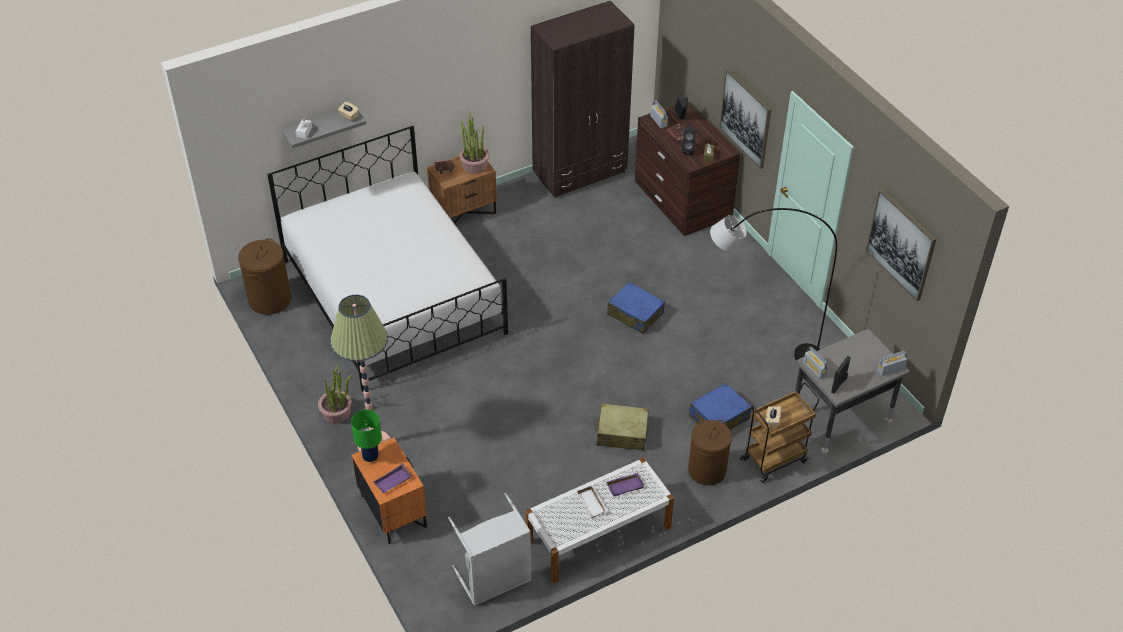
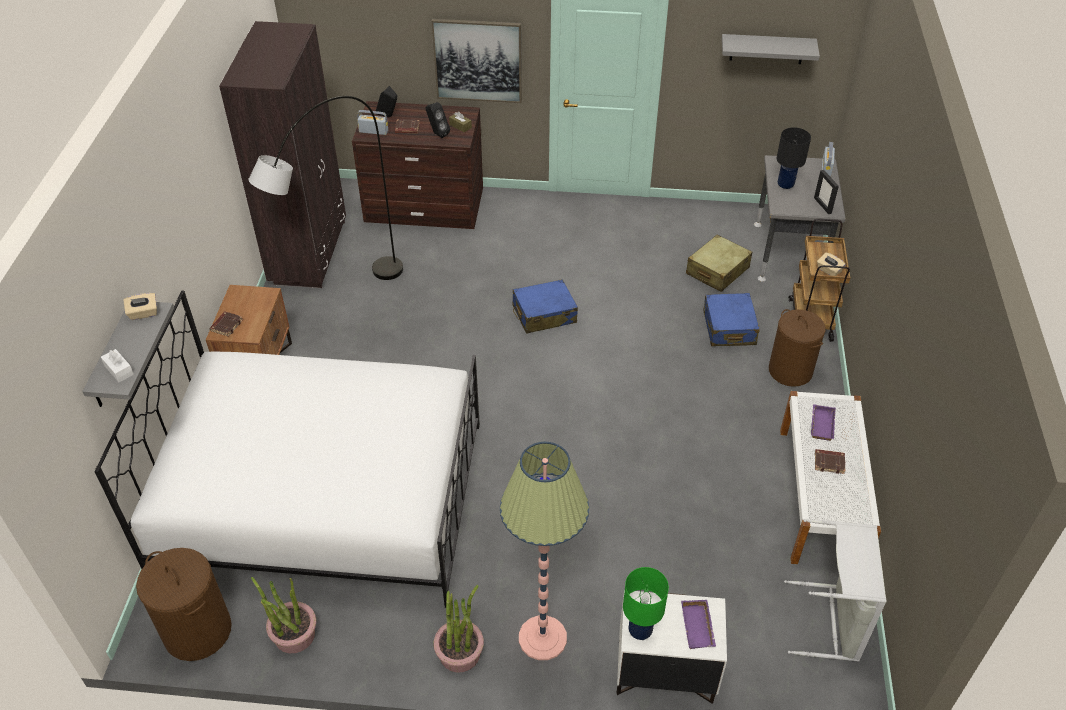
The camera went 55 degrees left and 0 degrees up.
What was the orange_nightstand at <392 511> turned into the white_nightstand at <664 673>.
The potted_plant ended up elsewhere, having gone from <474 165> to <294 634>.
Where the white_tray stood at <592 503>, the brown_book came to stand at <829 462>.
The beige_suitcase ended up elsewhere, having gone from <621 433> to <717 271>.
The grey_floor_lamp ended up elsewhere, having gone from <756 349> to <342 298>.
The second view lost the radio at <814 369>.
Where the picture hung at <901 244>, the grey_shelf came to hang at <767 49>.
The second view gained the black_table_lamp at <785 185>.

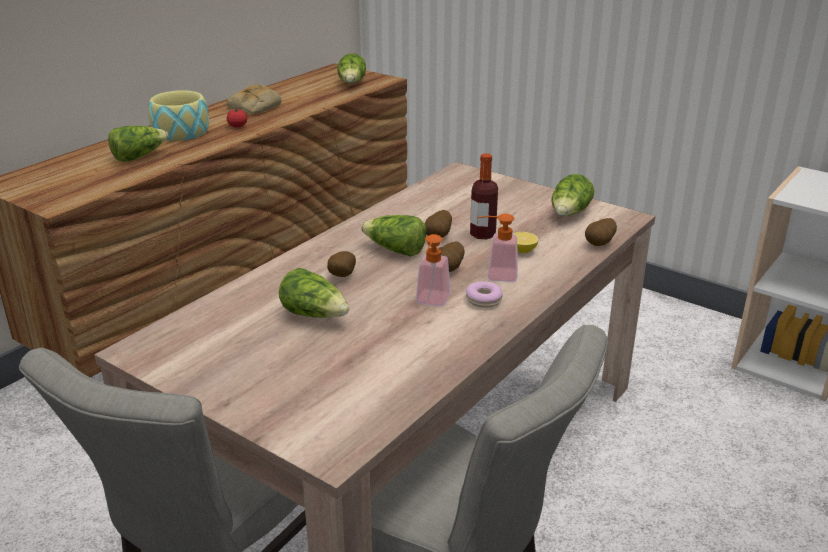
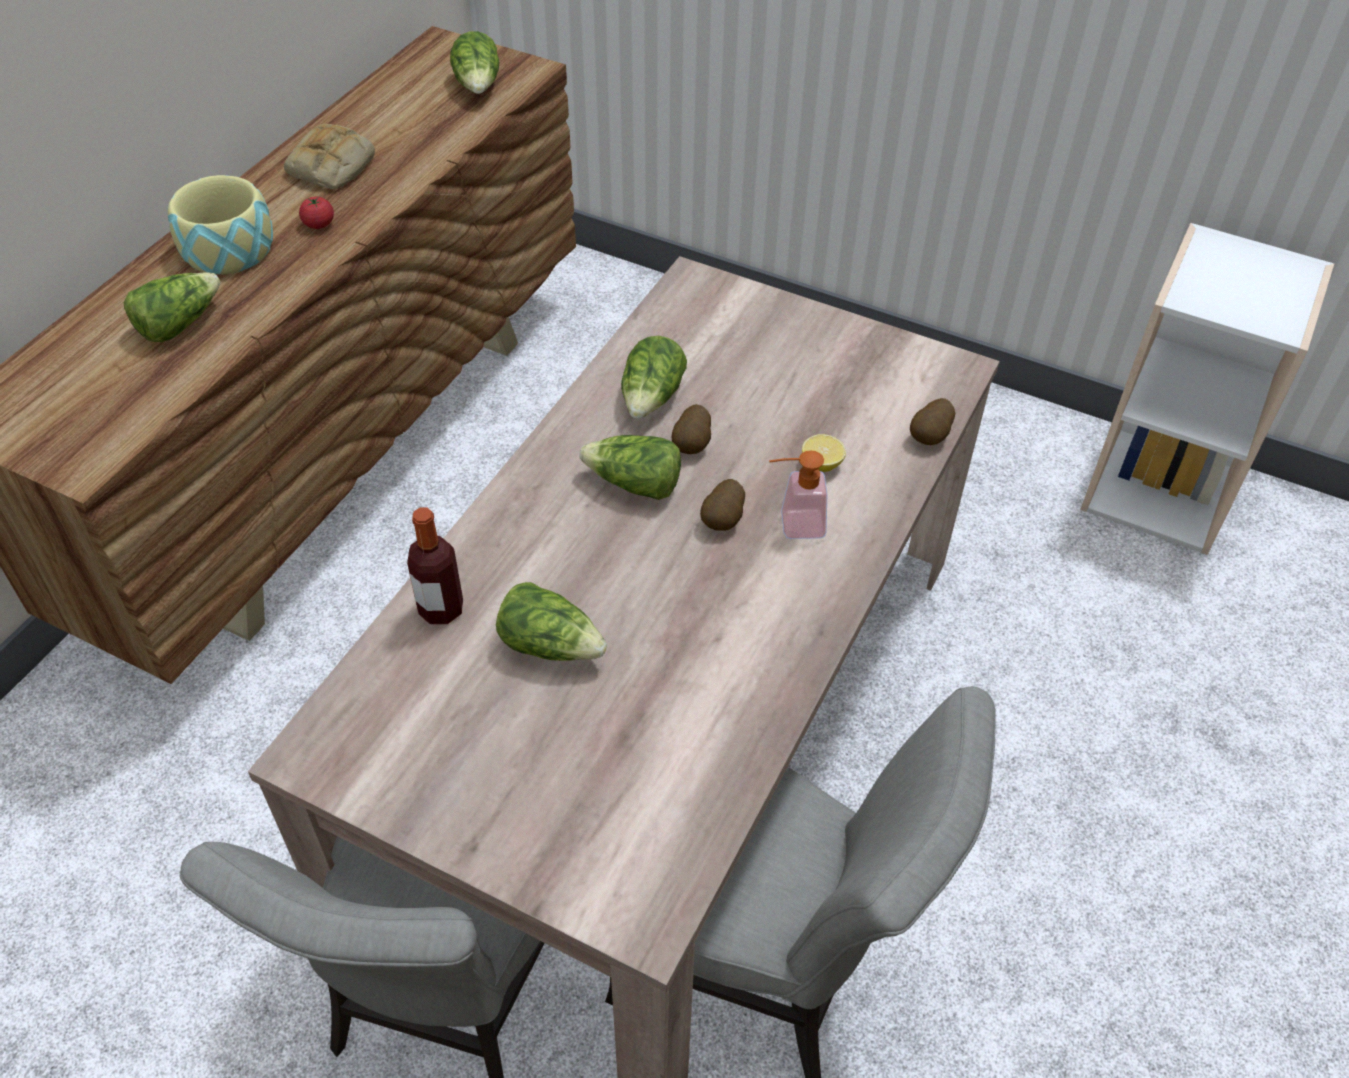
The camera went 10 degrees left and 20 degrees up.
The second view lost the potato at <340 276>.
The second view lost the soap_dispenser at <431 302>.
The second view lost the donut at <483 299>.
The bottle ended up elsewhere, having gone from <482 234> to <441 609>.
The lettuce ended up elsewhere, having gone from <570 214> to <652 398>.

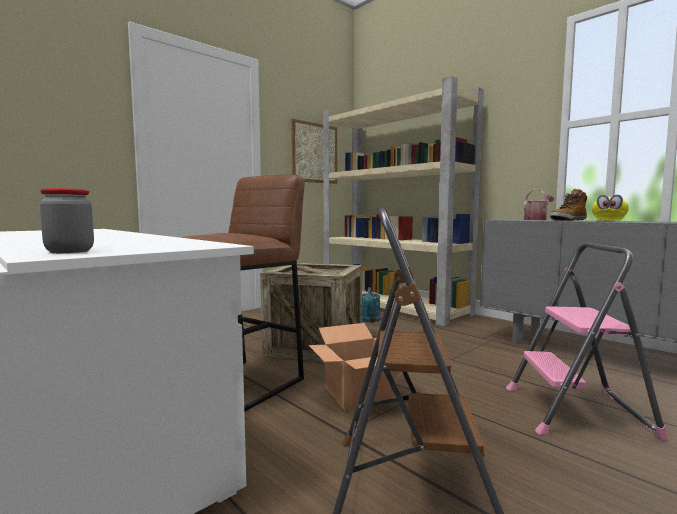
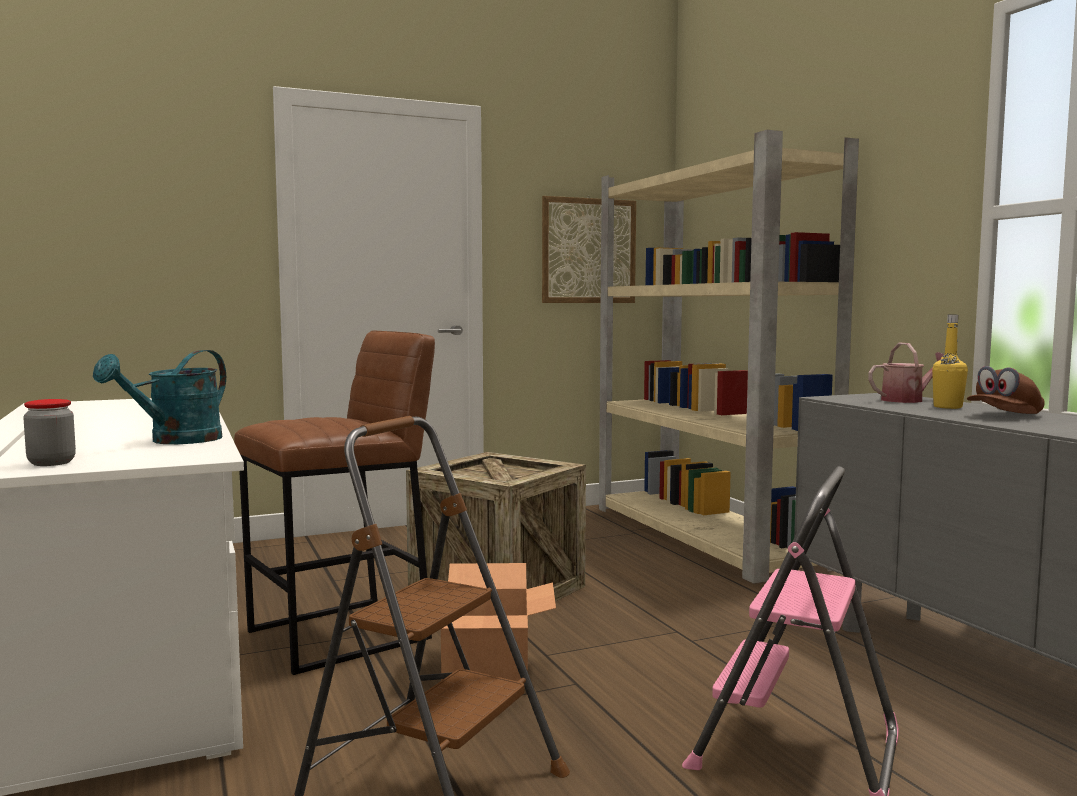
The camera went 20 degrees right and 0 degrees up.
The turquoise_watering_can ended up elsewhere, having gone from <369 320> to <176 441>.
Where the boot stood at <568 220>, the yellow_bottle came to stand at <947 407>.
What was the yellow_cap at <608 221> turned into the brown_cap at <1004 415>.

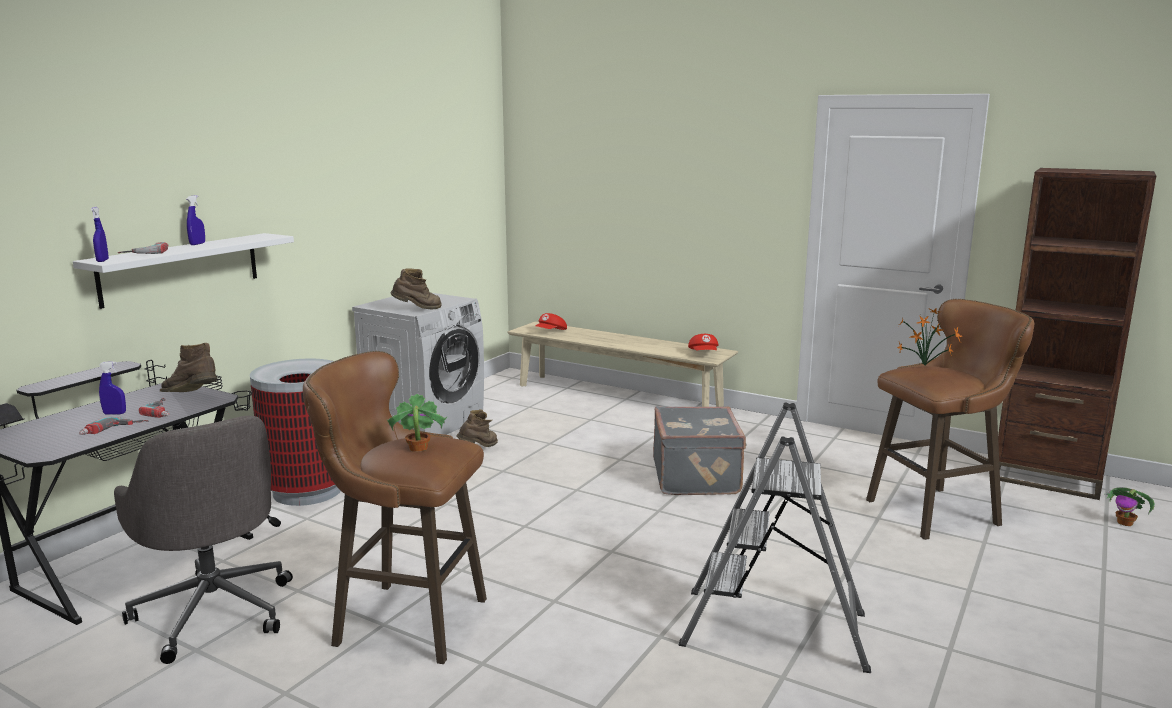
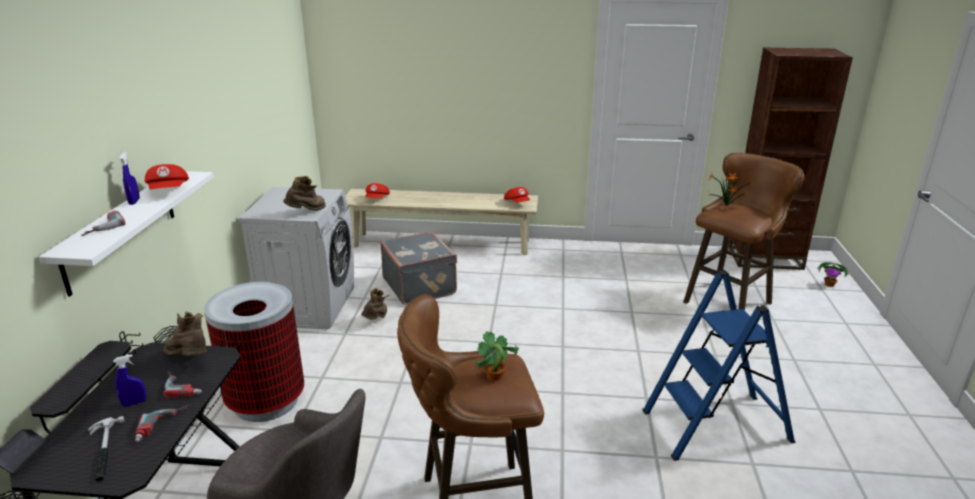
The camera went 25 degrees left and 10 degrees up.
The second view lost the blue_spray_bottle at <102 261>.
The brown_boot at <192 396> ended up facing another way, 45 degrees clockwise from before.
The grey_suitcase ended up elsewhere, having gone from <697 477> to <420 286>.
What was the grey_step_ladder at <777 628> turned into the blue_step_ladder at <718 425>.
The second view gained the hammer at <104 451>.
The second view gained the red_cap at <169 191>.

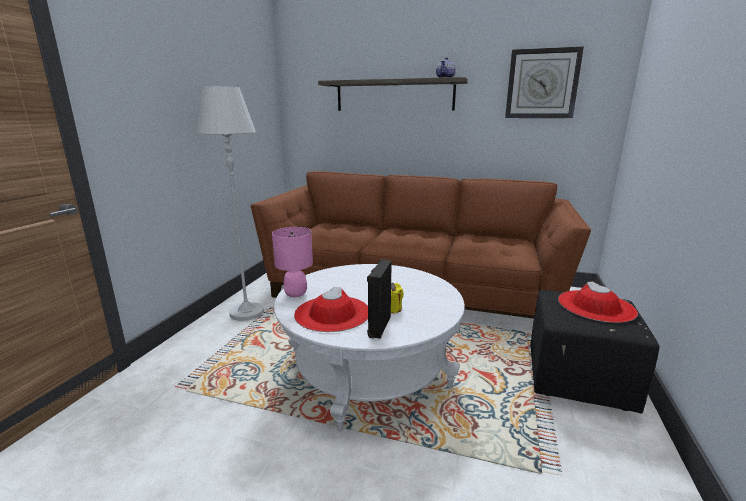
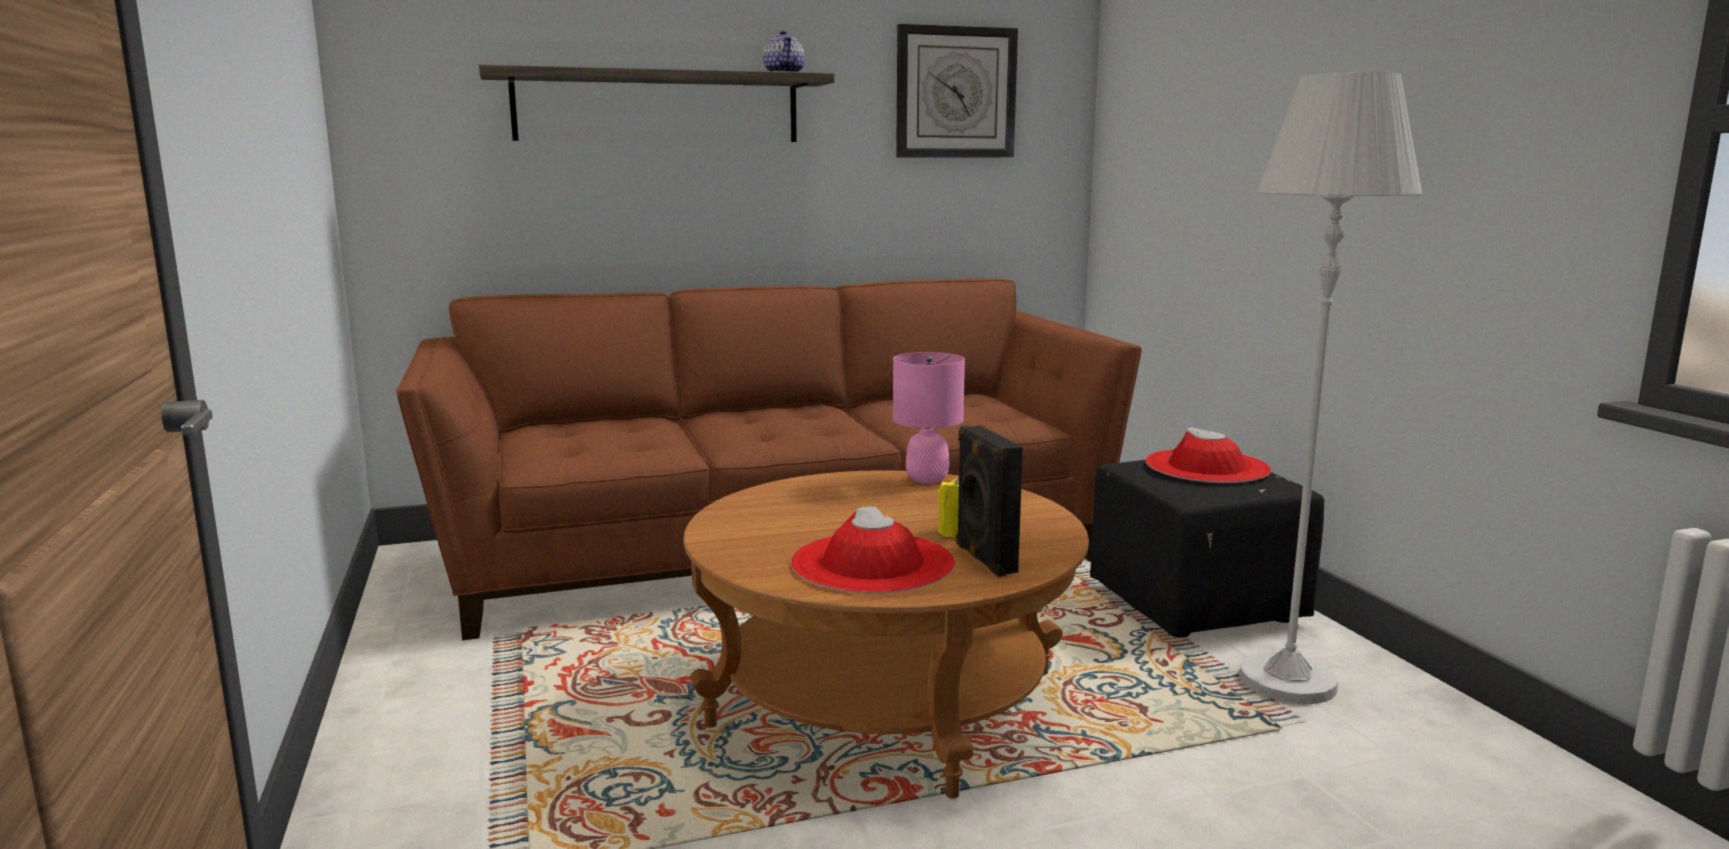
The camera went 35 degrees left and 5 degrees down.
The white_floor_lamp ended up elsewhere, having gone from <247 312> to <1287 681>.
The pink_table_lamp ended up elsewhere, having gone from <295 294> to <926 481>.
What was the white_coffee_table at <369 372> turned into the brown_coffee_table at <884 699>.

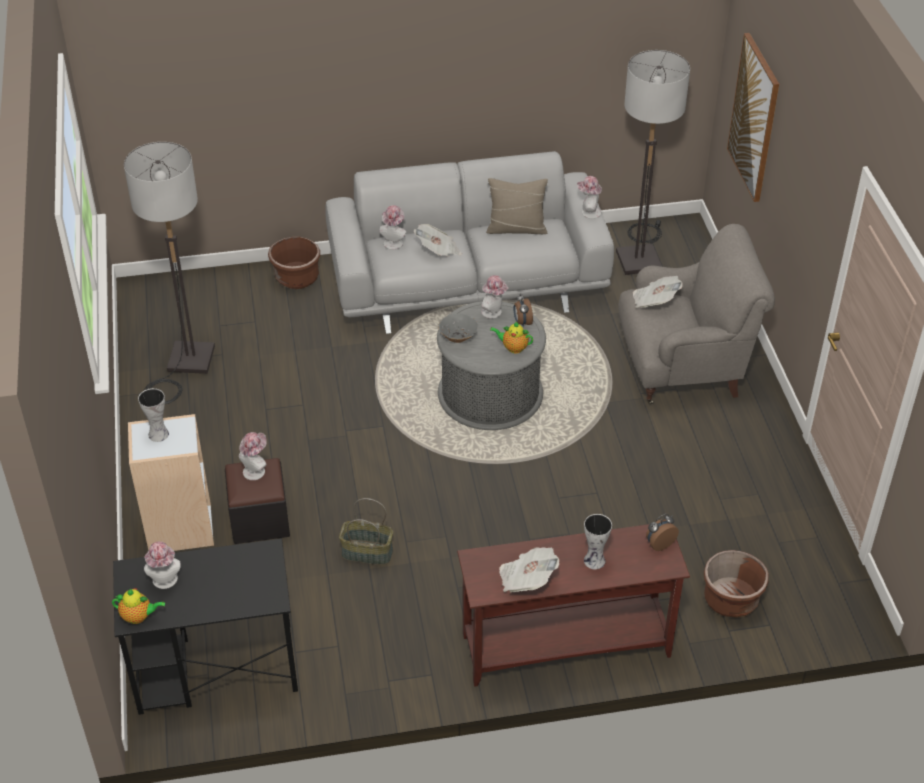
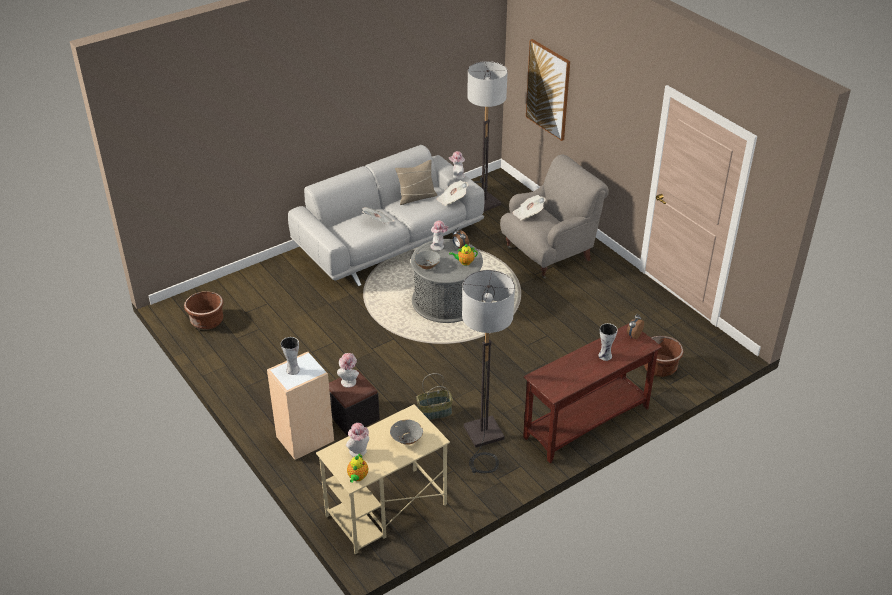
The camera went 25 degrees left and 5 degrees down.
The teapot at <139 617> ended up facing another way, 120 degrees clockwise from before.
What was the black_desk at <214 669> turned into the beige_desk at <385 510>.
The floor_lamp ended up elsewhere, having gone from <182 369> to <483 442>.
The brown_planter ended up elsewhere, having gone from <296 278> to <207 321>.
The second view lost the hat at <394 241>.
The newspaper ended up elsewhere, having gone from <526 579> to <452 200>.
The second view gained the grey_bowl at <407 439>.

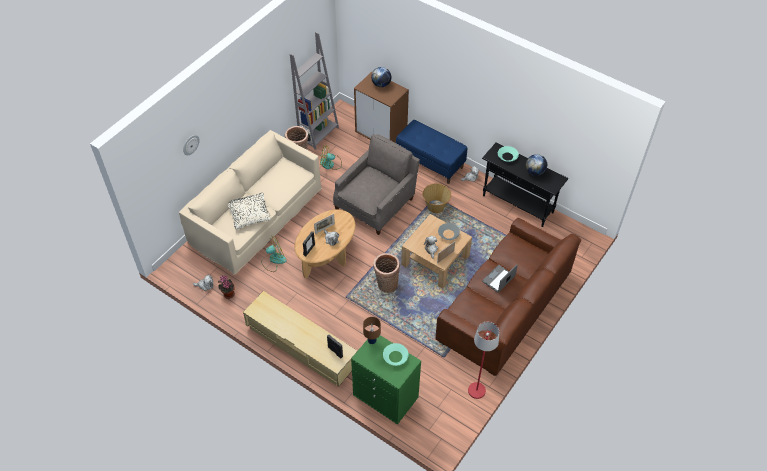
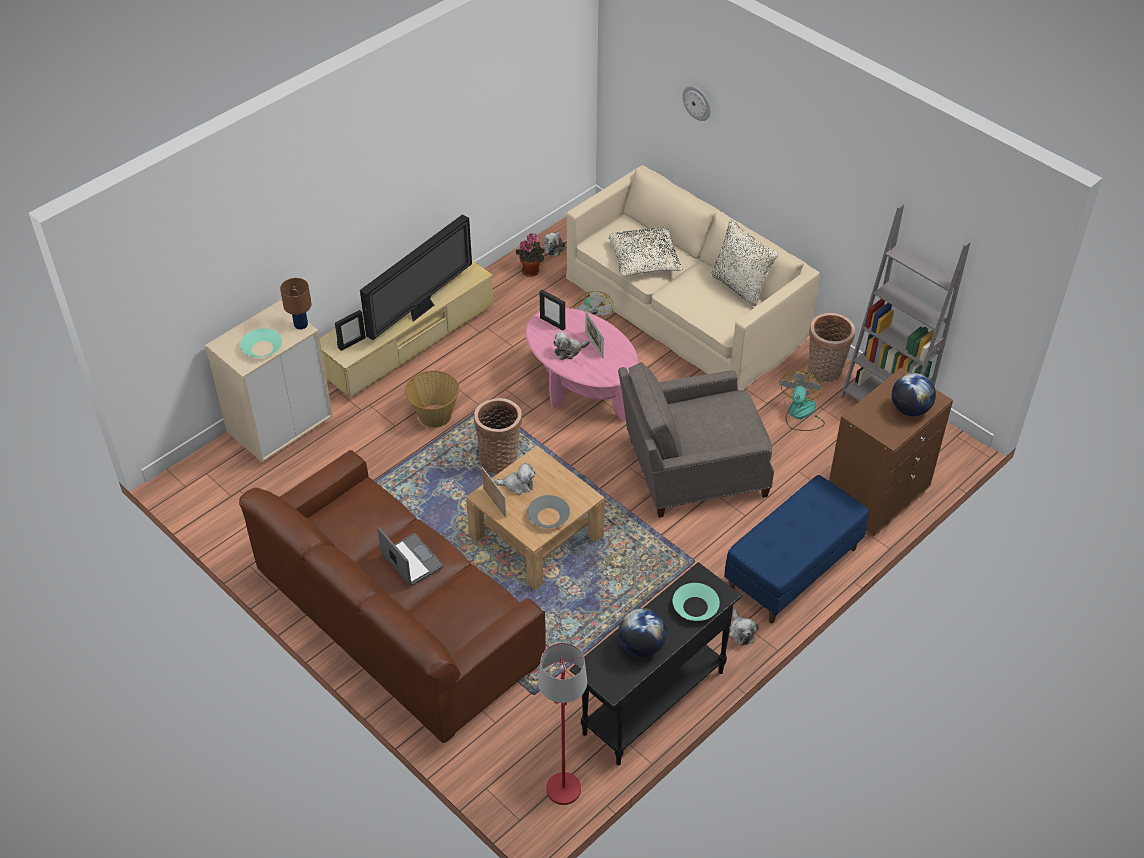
The camera went 100 degrees right and 5 degrees down.
What was the brown_coffee_table at <326 255> turned into the pink_coffee_table at <581 388>.
The grey_armchair at <376 203> ended up facing another way, 120 degrees clockwise from before.
What was the green_cabinet at <385 398> turned into the beige_cabinet at <281 429>.
The basket ended up elsewhere, having gone from <435 207> to <434 415>.
The red_floor_lamp ended up elsewhere, having gone from <476 391> to <563 789>.
The second view gained the television at <422 310>.
The second view gained the beige_pillow at <740 288>.

